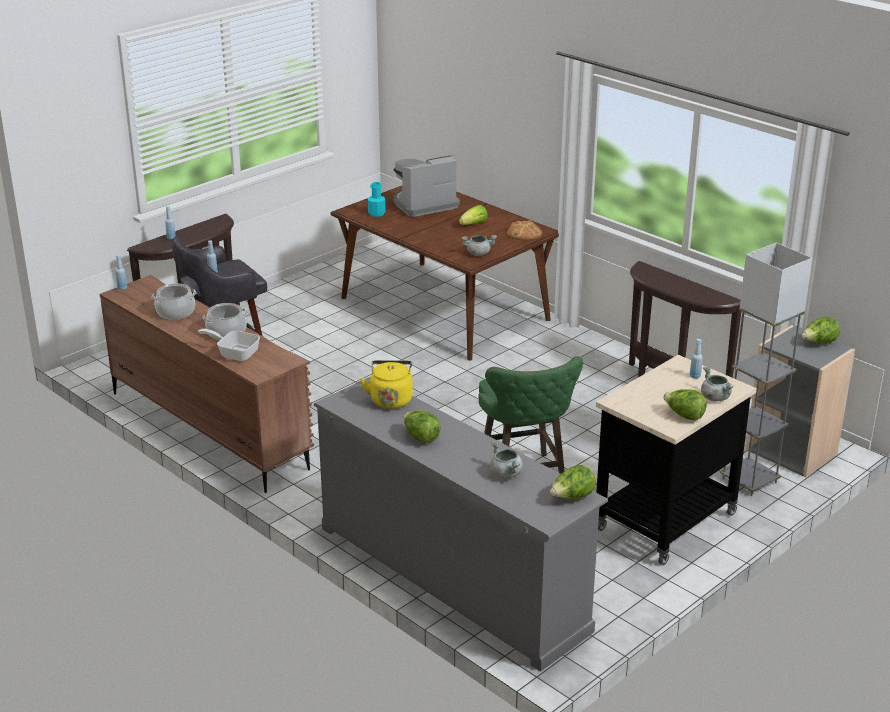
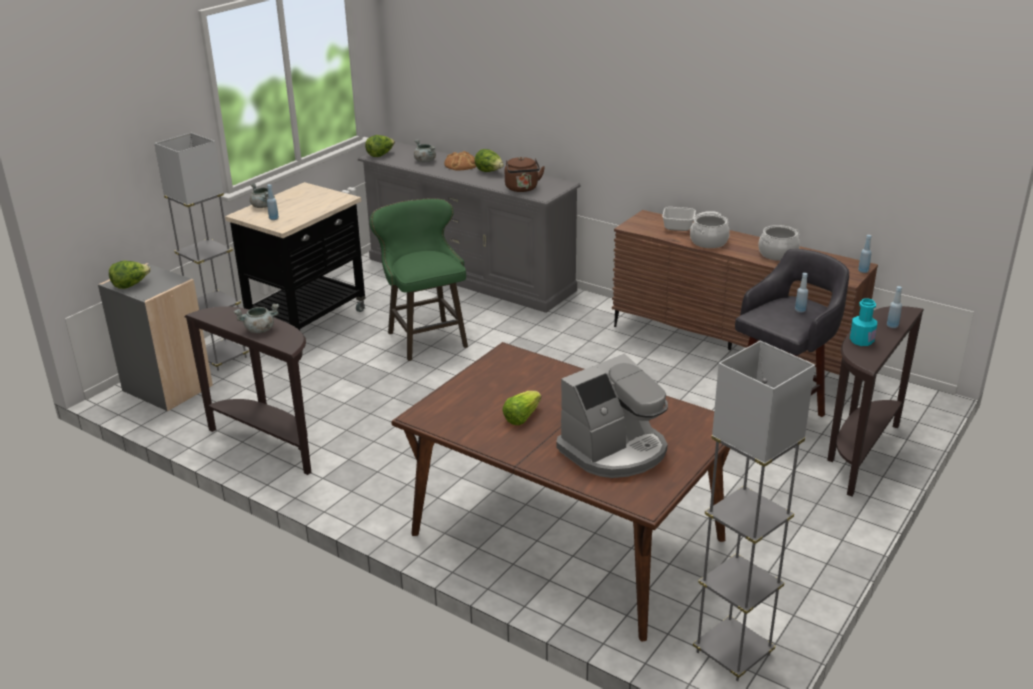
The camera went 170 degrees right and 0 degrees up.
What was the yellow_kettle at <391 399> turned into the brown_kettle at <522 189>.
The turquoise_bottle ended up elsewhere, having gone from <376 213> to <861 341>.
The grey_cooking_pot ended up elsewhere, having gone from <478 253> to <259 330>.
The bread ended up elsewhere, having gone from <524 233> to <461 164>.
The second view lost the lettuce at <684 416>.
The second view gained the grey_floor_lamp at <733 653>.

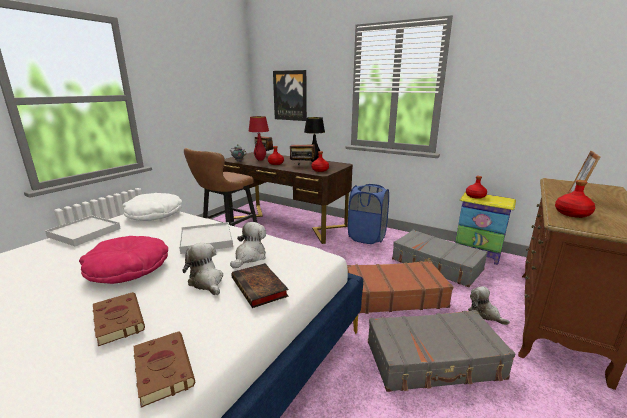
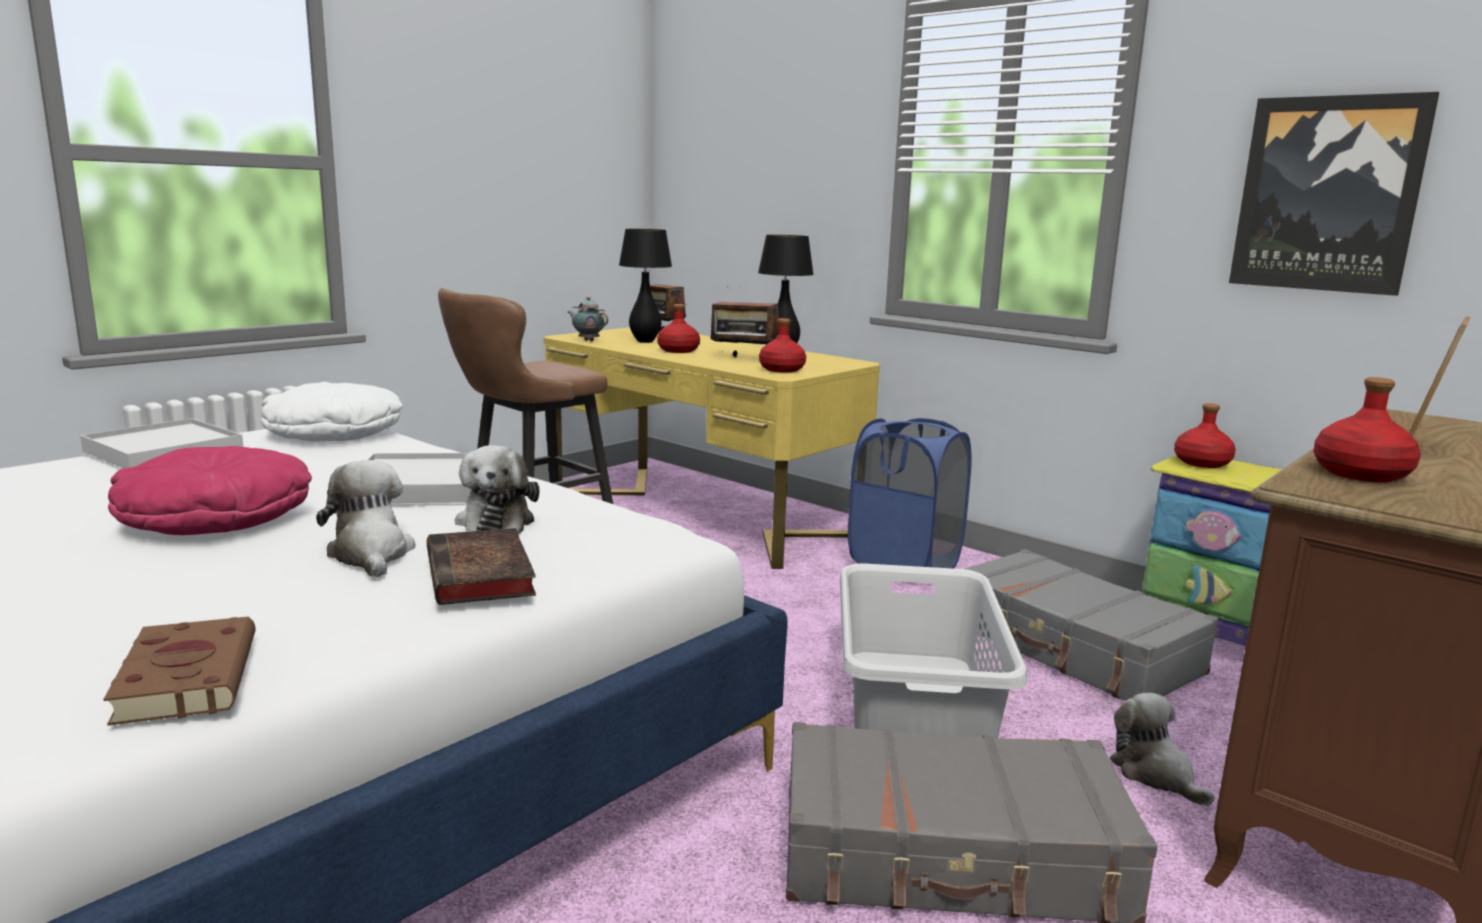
The camera went 10 degrees right and 5 degrees down.
The second view lost the brown_book at <118 320>.
What was the brown_desk at <286 222> turned into the yellow_desk at <700 513>.
The plush_toy at <249 257> ended up facing another way, 135 degrees clockwise from before.
What was the red_table_lamp at <260 160> turned into the black_table_lamp at <645 341>.
The picture ended up elsewhere, having gone from <290 95> to <1327 194>.
Where the brown_suitcase stood at <394 295>, the grey_laundry_basket came to stand at <914 702>.

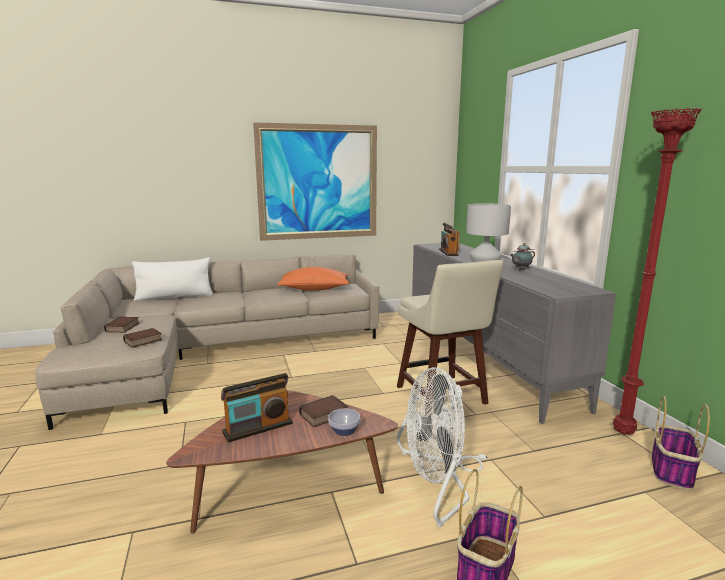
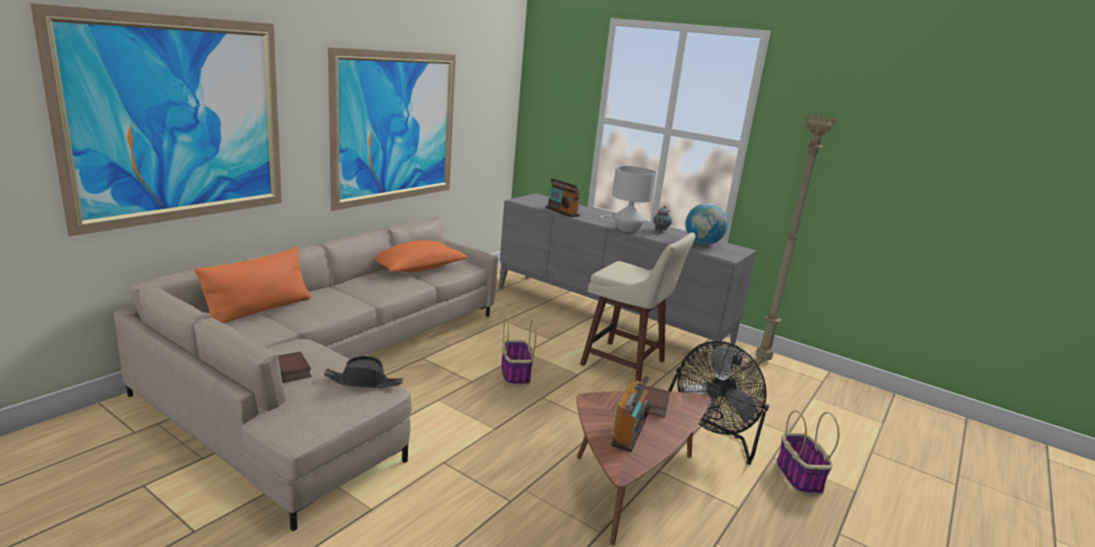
The camera went 40 degrees left and 5 degrees up.
Where the book stood at <143 341>, the black_hat came to stand at <364 382>.
What was the white_pillow at <174 297> turned into the orange_pillow at <259 310>.
The second view lost the bowl at <345 431>.
What was the white_fan at <439 480> turned into the black_fan at <710 433>.
What was the red_floor_lamp at <623 434> turned into the beige_floor_lamp at <763 360>.
The basket ended up elsewhere, having gone from <671 470> to <515 373>.
The second view gained the picture at <178 121>.
The second view gained the globe at <702 243>.

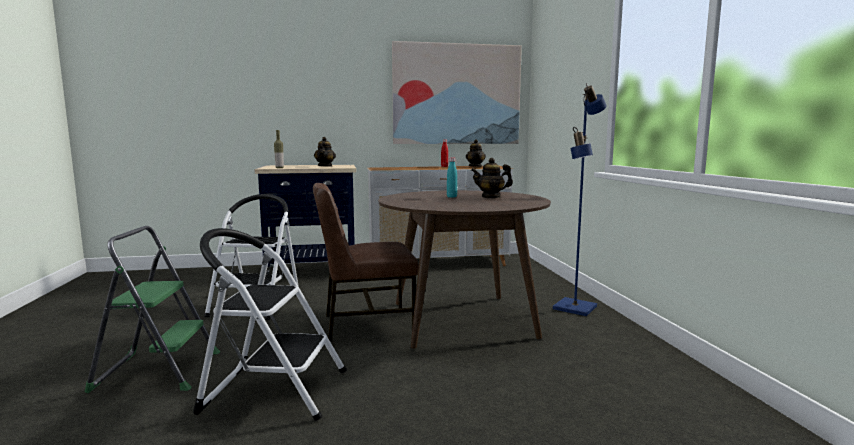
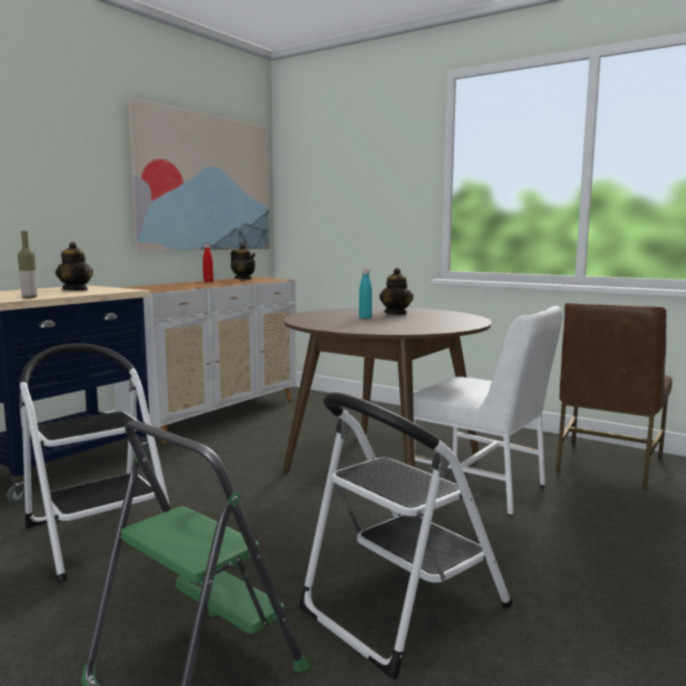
The camera went 45 degrees left and 0 degrees up.
The brown_chair ended up elsewhere, having gone from <366 324> to <607 464>.
The teapot at <491 197> ended up facing another way, 45 degrees counterclockwise from before.
The second view lost the blue_floor_lamp at <574 308>.
The second view gained the white_chair at <480 486>.

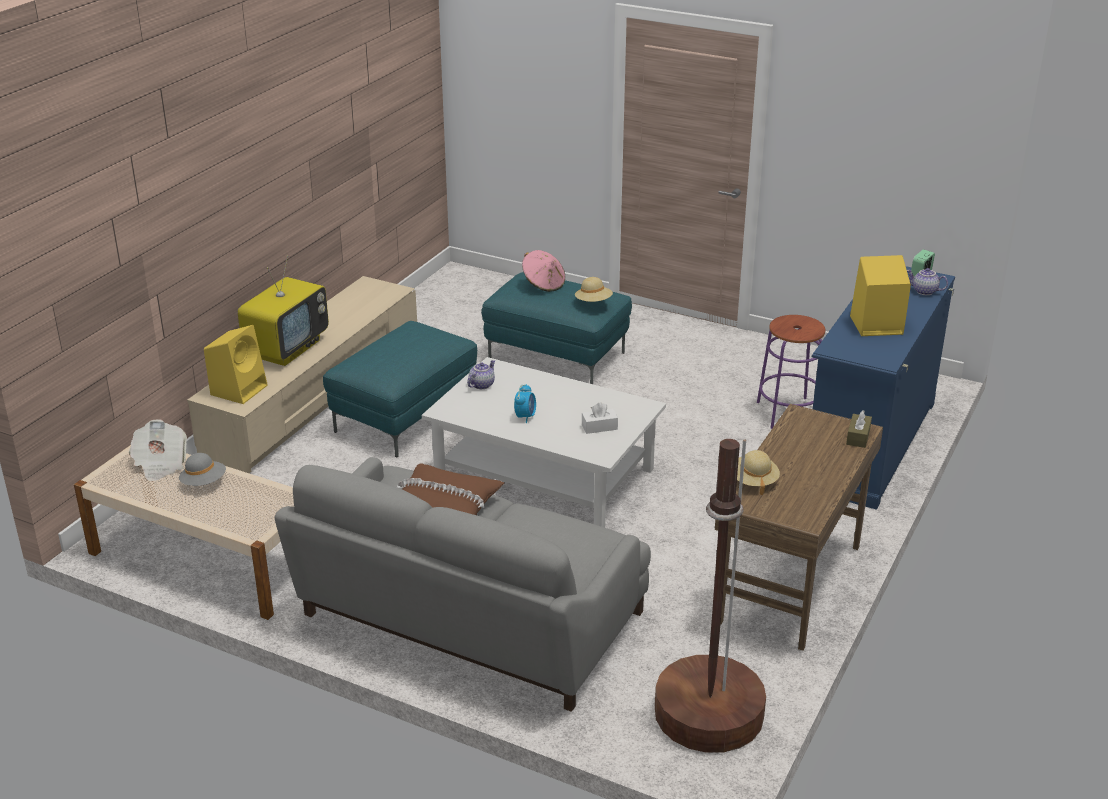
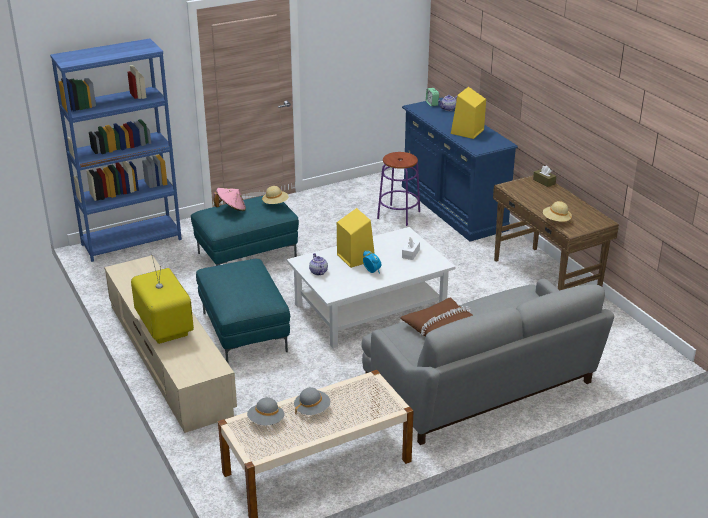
The camera went 55 degrees left and 0 degrees up.
Where the newspaper stood at <160 464>, the grey_hat came to stand at <266 421>.
The yellow_speaker ended up elsewhere, having gone from <239 389> to <355 257>.
The second view lost the brown_floor_lamp at <708 714>.
The second view gained the blue_bookcase at <132 242>.

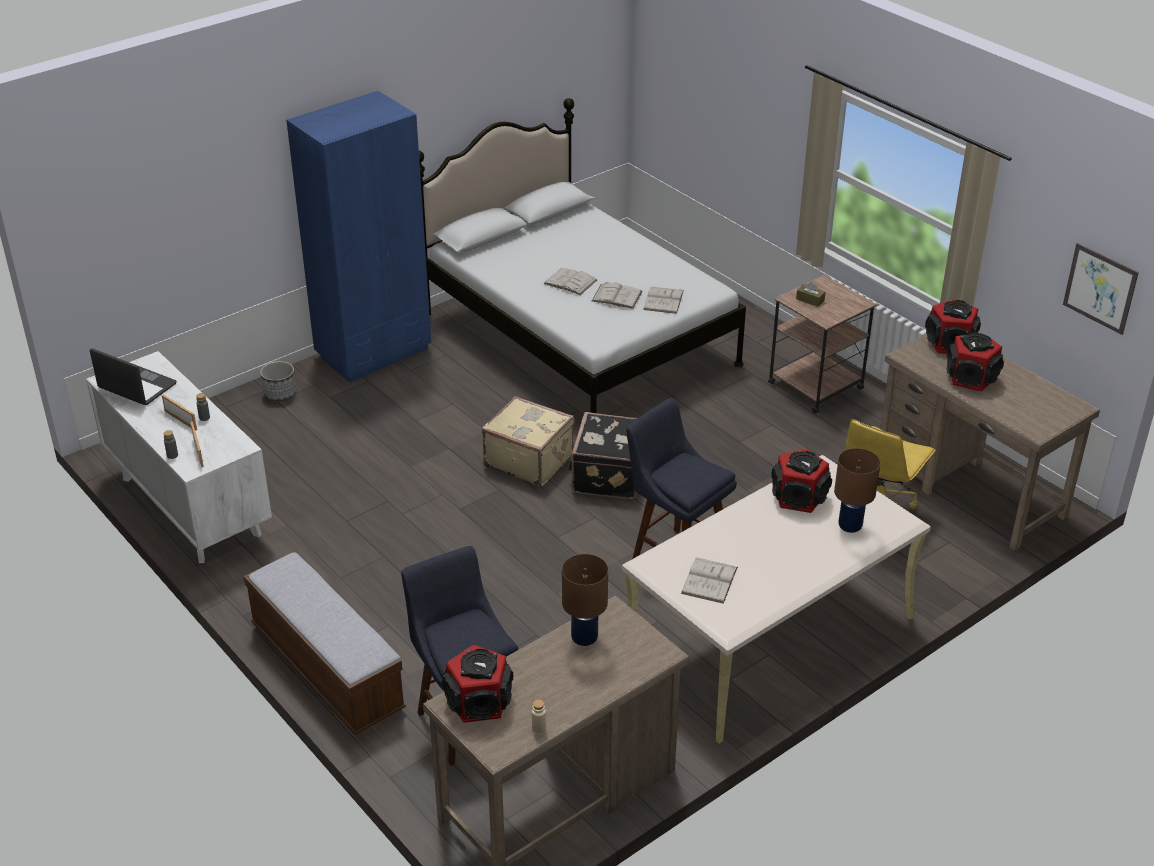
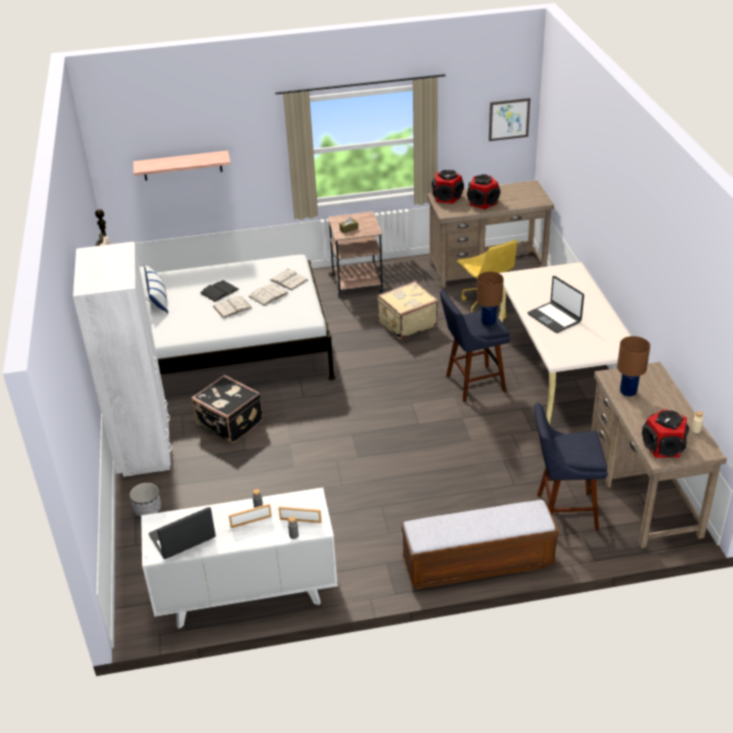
The camera went 60 degrees left and 0 degrees up.
What was the blue_wardrobe at <375 353> turned into the white_wardrobe at <145 447>.
The beige_suitcase ended up elsewhere, having gone from <529 460> to <406 323>.
The black_suitcase ended up elsewhere, having gone from <607 475> to <229 424>.
The second view lost the white_book at <709 580>.
The second view lost the speaker at <798 497>.
The brown_table_lamp ended up elsewhere, having gone from <850 527> to <488 323>.
The second view gained the shelf at <182 165>.
The second view gained the pillow at <158 298>.
The second view gained the black_book at <219 291>.
The second view gained the laptop at <554 318>.

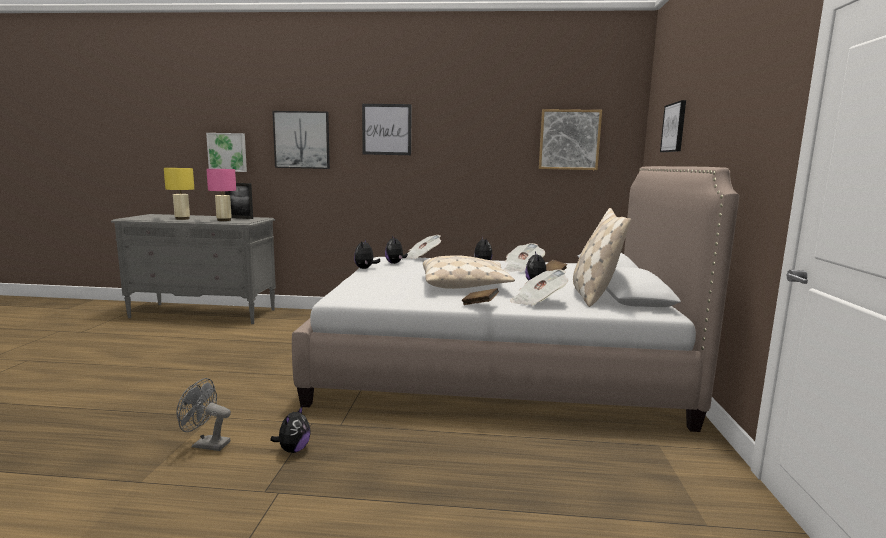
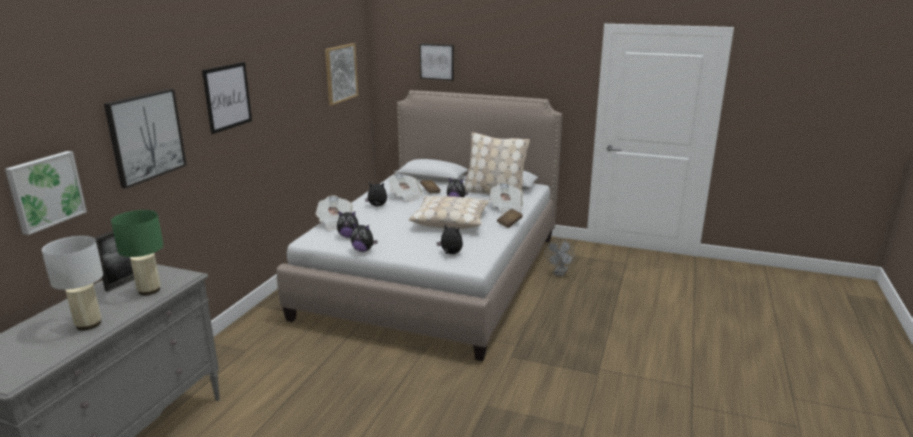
The camera went 75 degrees left and 10 degrees up.
What was the yellow_table_lamp at <182 219> turned into the white_table_lamp at <89 324>.
The grey_fan ended up elsewhere, having gone from <205 444> to <559 273>.
What was the pink_table_lamp at <224 220> turned into the green_table_lamp at <149 290>.
The plush_toy ended up elsewhere, having gone from <293 449> to <450 253>.

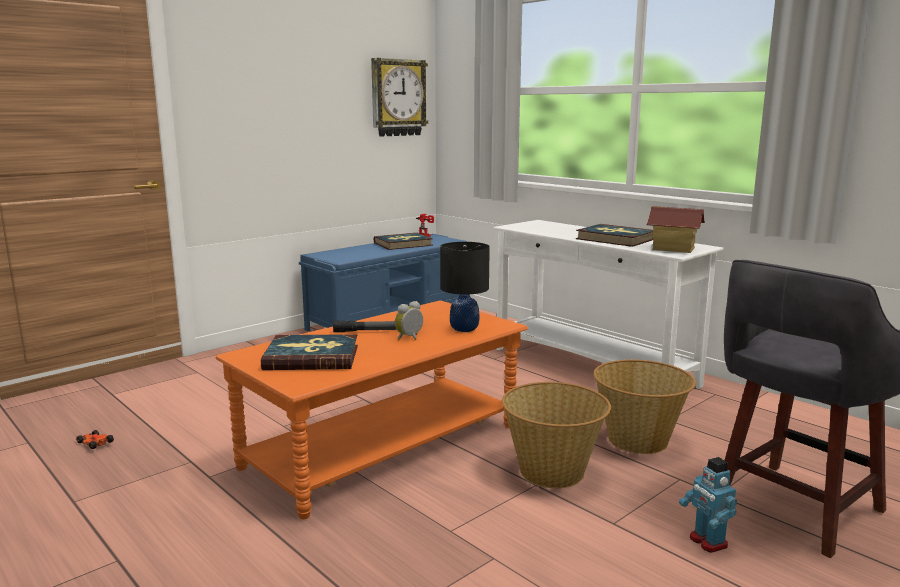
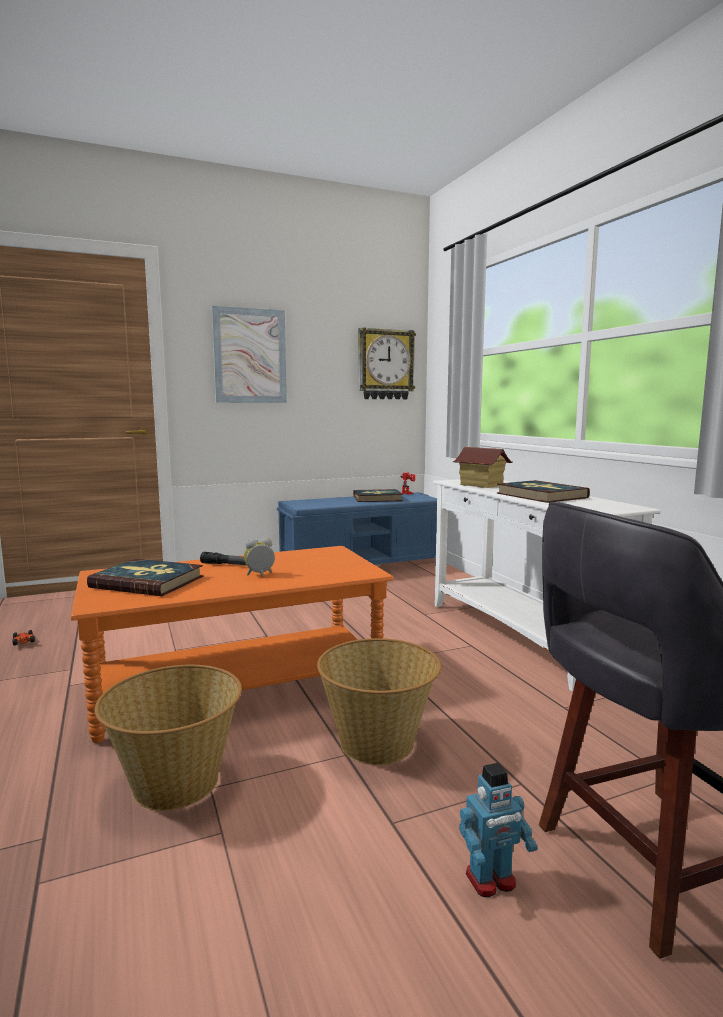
The camera went 20 degrees right and 5 degrees down.
The second view lost the black_table_lamp at <463 330>.
The basket ended up elsewhere, having gone from <639 440> to <176 784>.
The toy_house ended up elsewhere, having gone from <673 249> to <481 485>.
The toy_robot at <707 542> ended up facing another way, 105 degrees counterclockwise from before.
The second view gained the picture at <250 356>.

